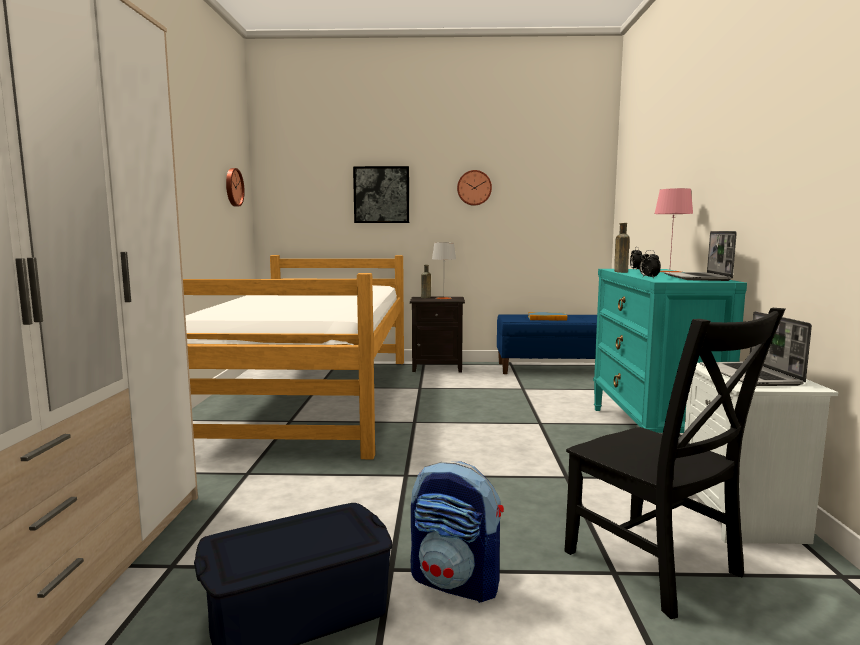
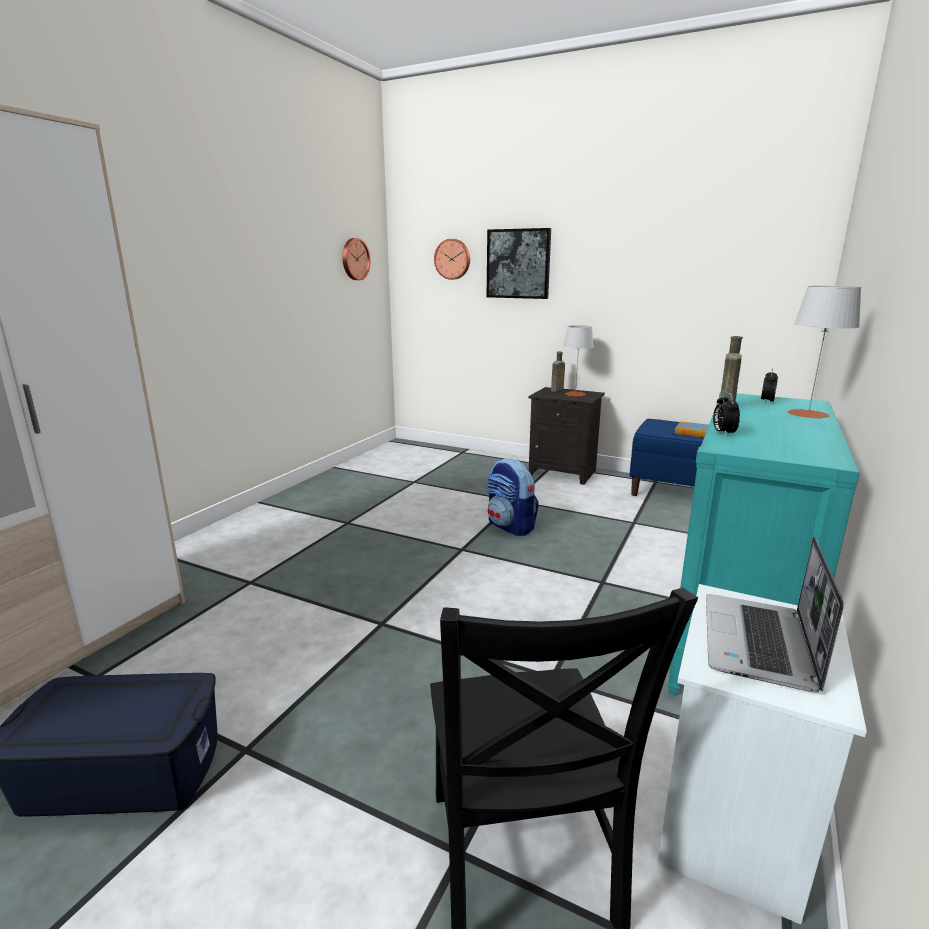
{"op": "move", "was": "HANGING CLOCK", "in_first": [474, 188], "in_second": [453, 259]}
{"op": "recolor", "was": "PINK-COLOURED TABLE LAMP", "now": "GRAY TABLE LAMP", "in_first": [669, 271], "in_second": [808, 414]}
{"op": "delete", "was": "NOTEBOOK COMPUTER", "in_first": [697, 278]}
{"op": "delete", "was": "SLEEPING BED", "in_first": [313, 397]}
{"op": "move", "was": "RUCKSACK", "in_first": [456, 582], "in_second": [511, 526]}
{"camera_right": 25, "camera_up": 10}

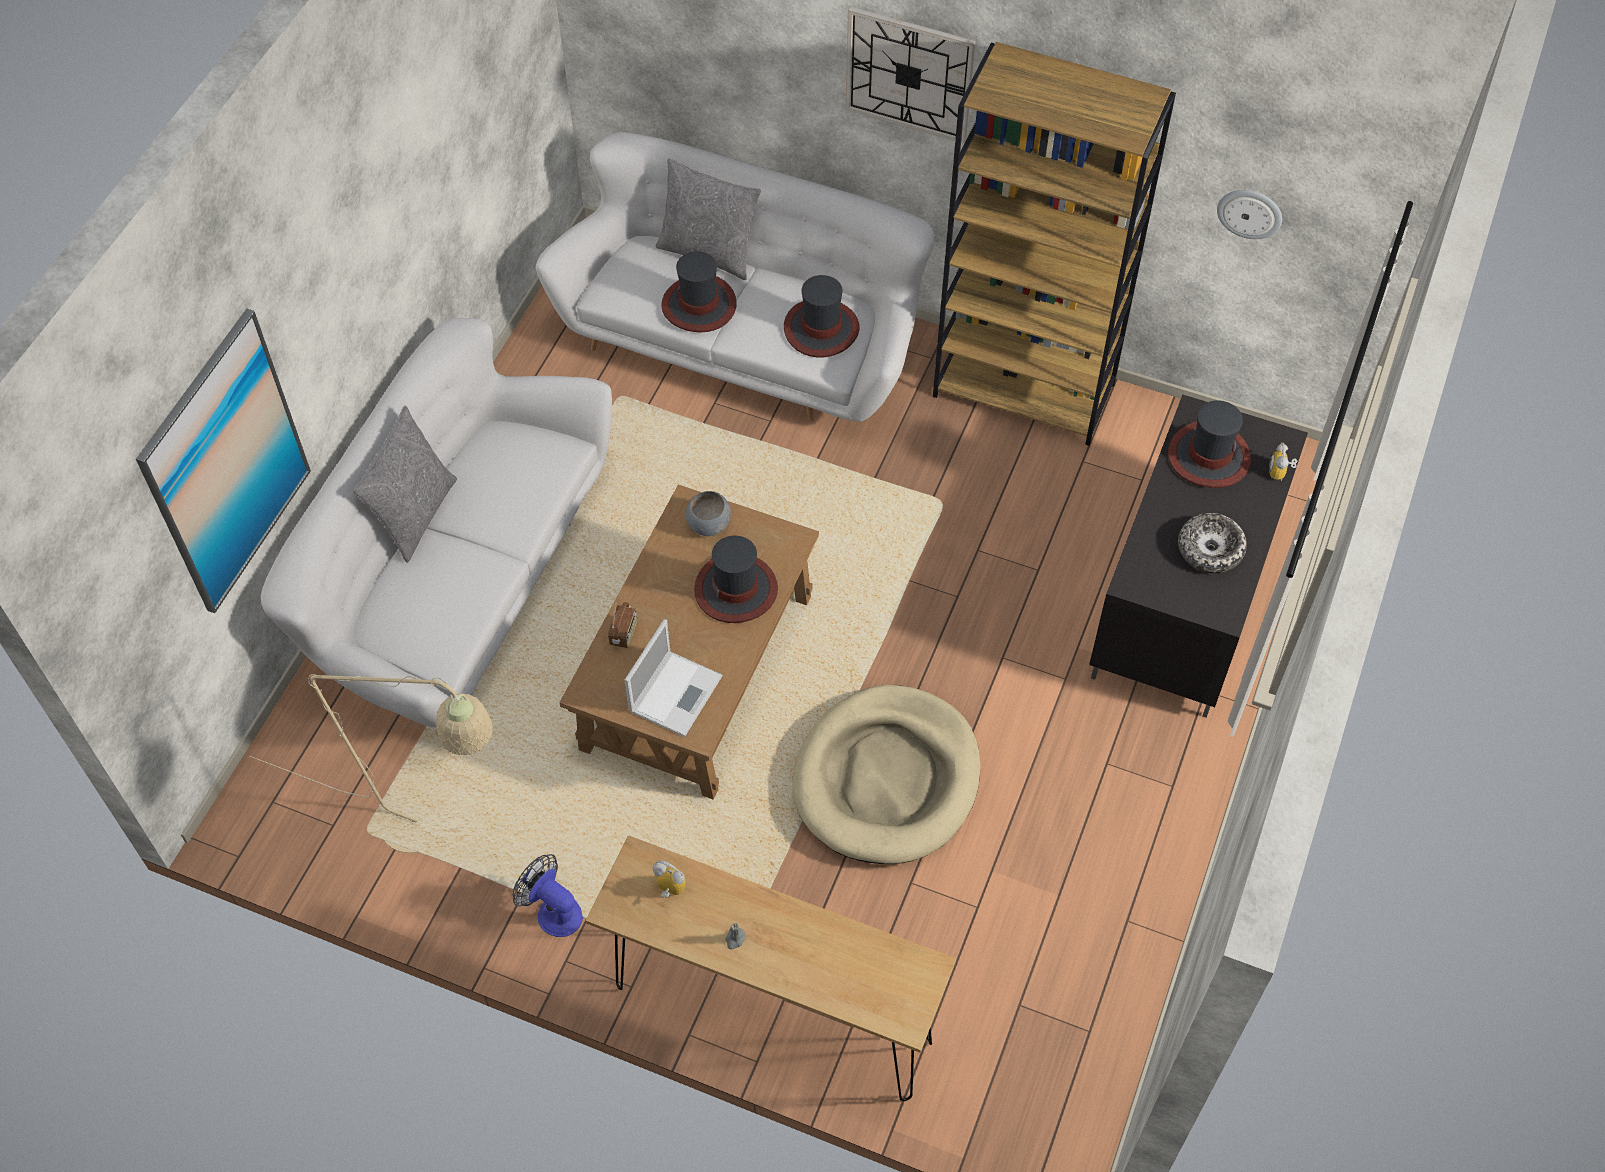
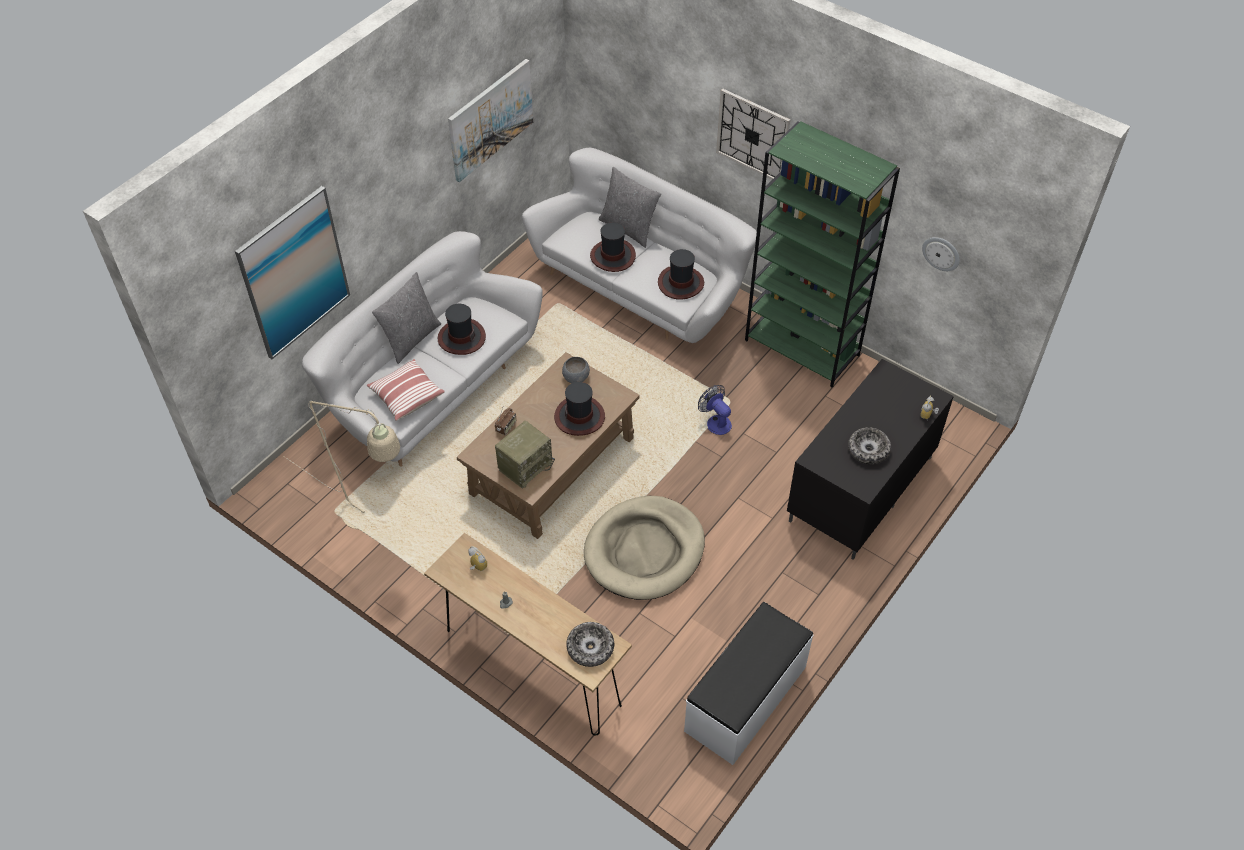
{"op": "recolor", "was": "BROWN-COLOURED SHELVING UNIT", "now": "GREEN SHELVING UNIT", "in_first": [1025, 390], "in_second": [803, 348]}
{"op": "move", "was": "HAT", "in_first": [1208, 456], "in_second": [461, 337]}
{"op": "replace", "was": "NOTEBOOK COMPUTER", "now": "RADIO SET", "in_first": [676, 692], "in_second": [525, 466]}
{"op": "move", "was": "FAN", "in_first": [553, 911], "in_second": [715, 421]}
{"op": "insert", "now": "WALL PICTURE", "in_second": [490, 119]}
{"op": "insert", "now": "THROW PILLOW", "in_second": [406, 396]}
{"op": "insert", "now": "WHITISH LONG SEAT", "in_second": [746, 699]}
{"op": "insert", "now": "DEEP DISH", "in_second": [590, 648]}
{"camera_right": 15, "camera_up": -5}

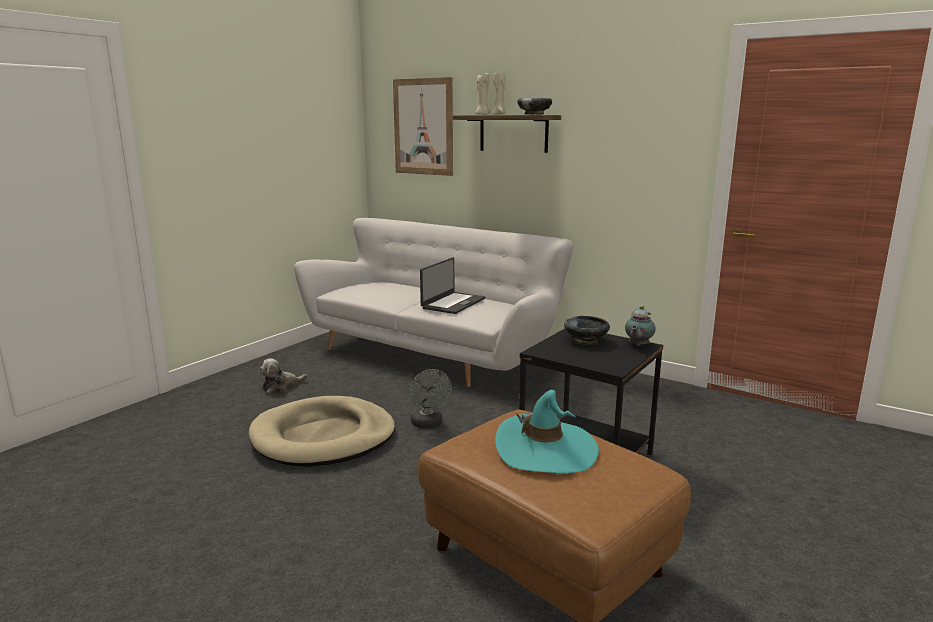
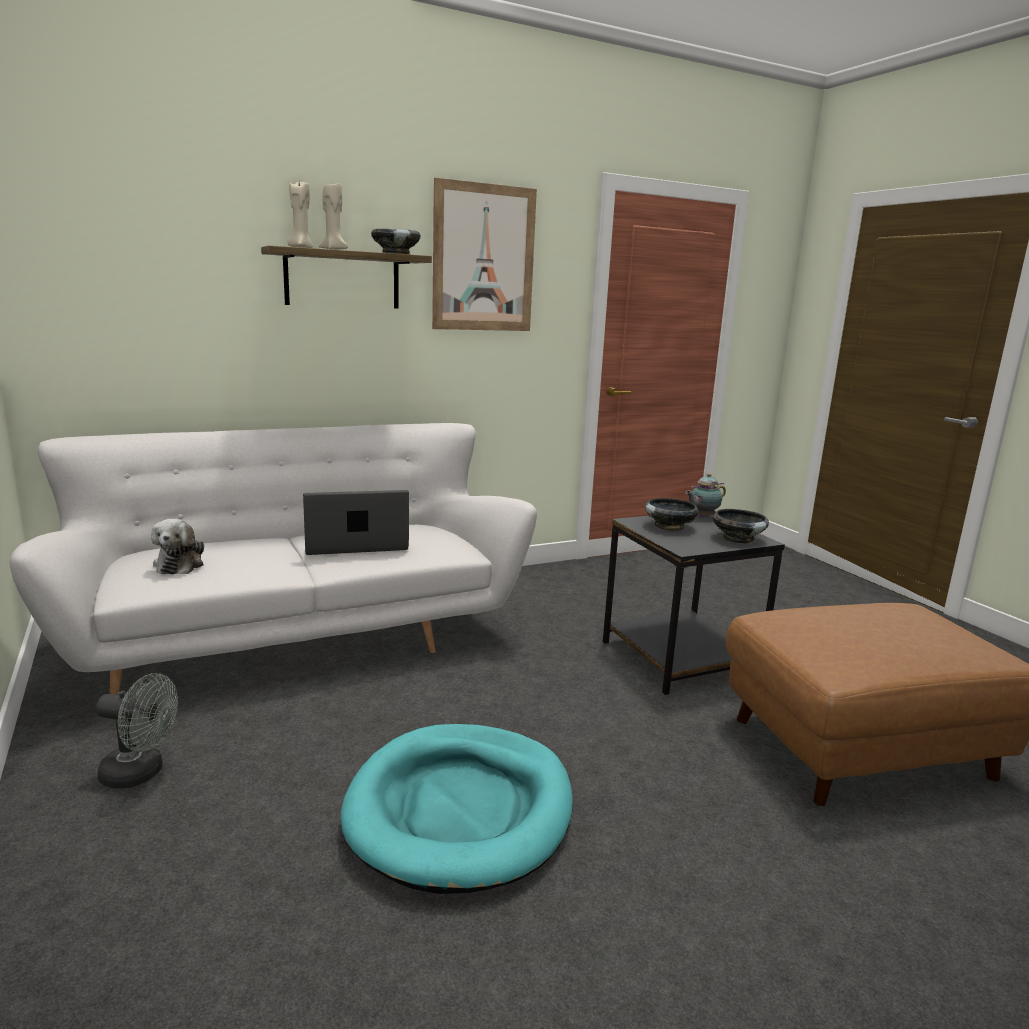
{"op": "move", "was": "WALL PICTURE", "in_first": [423, 127], "in_second": [483, 258]}
{"op": "rotate", "was": "NOTEBOOK COMPUTER", "in_first": [453, 303], "in_second": [356, 544], "clockwise": -75}
{"op": "rotate", "was": "POT FOR TEA", "in_first": [637, 345], "in_second": [702, 516], "clockwise": 90}
{"op": "move", "was": "SOFT TOY", "in_first": [281, 386], "in_second": [180, 564]}
{"op": "move", "was": "GRAY FAN", "in_first": [428, 424], "in_second": [141, 773]}
{"op": "delete", "was": "TURQUOISE-COLOURED HAT", "in_first": [546, 449]}
{"op": "recolor", "was": "BEIGE DOG BED", "now": "TURQUOISE-COLOURED DOG BED", "in_first": [323, 437], "in_second": [461, 810]}
{"op": "insert", "now": "BLACK-COLOURED DEEP DISH", "in_second": [738, 538]}
{"camera_right": -60, "camera_up": 0}

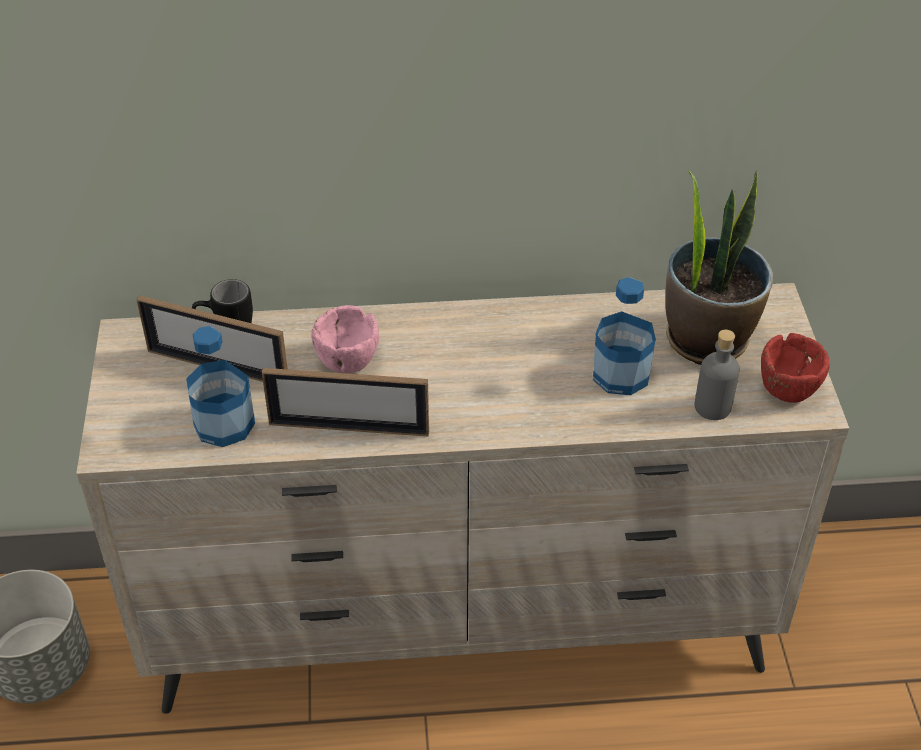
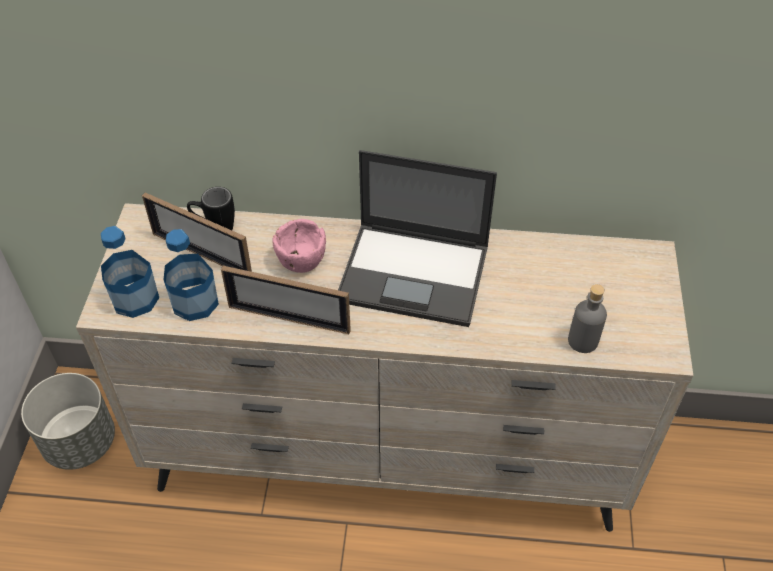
{"op": "delete", "was": "HOUSEPLANT", "in_first": [707, 338]}
{"op": "move", "was": "DRINK BOTTLE", "in_first": [620, 374], "in_second": [135, 299]}
{"op": "delete", "was": "REDDISH DEEP DISH", "in_first": [788, 388]}
{"op": "insert", "now": "NOTEBOOK COMPUTER", "in_second": [415, 274]}
{"camera_right": 10, "camera_up": 5}

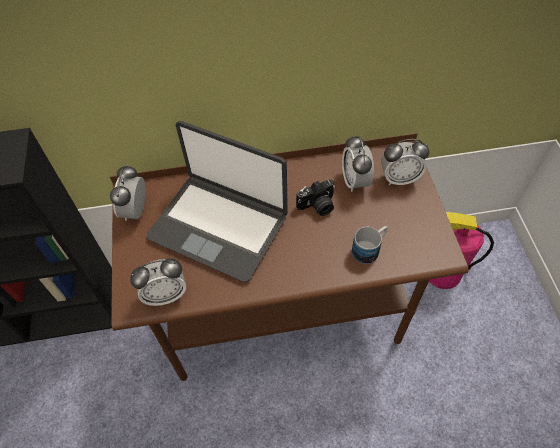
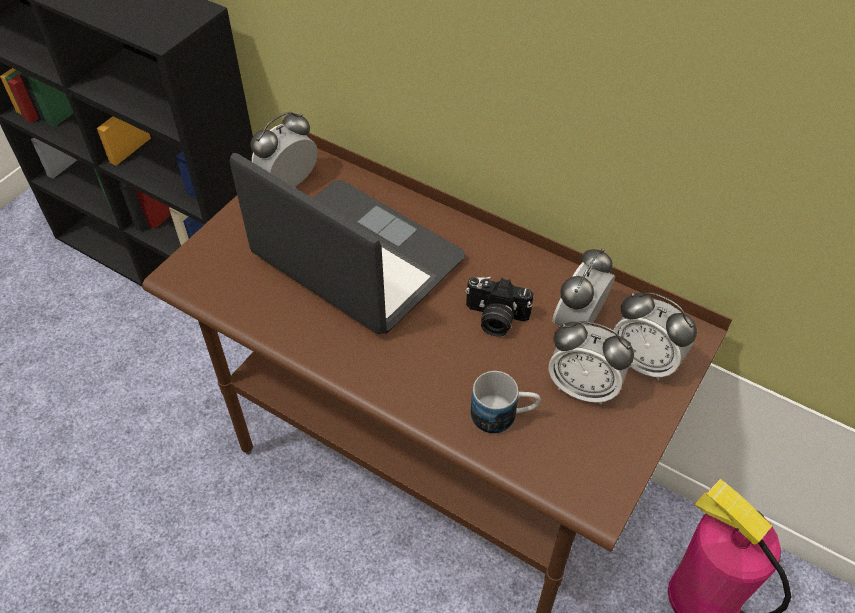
{"op": "rotate", "was": "NOTEBOOK COMPUTER", "in_first": [219, 226], "in_second": [356, 259], "clockwise": 150}
{"op": "move", "was": "ALARM CLOCK", "in_first": [165, 294], "in_second": [583, 387]}
{"camera_right": 40, "camera_up": -5}

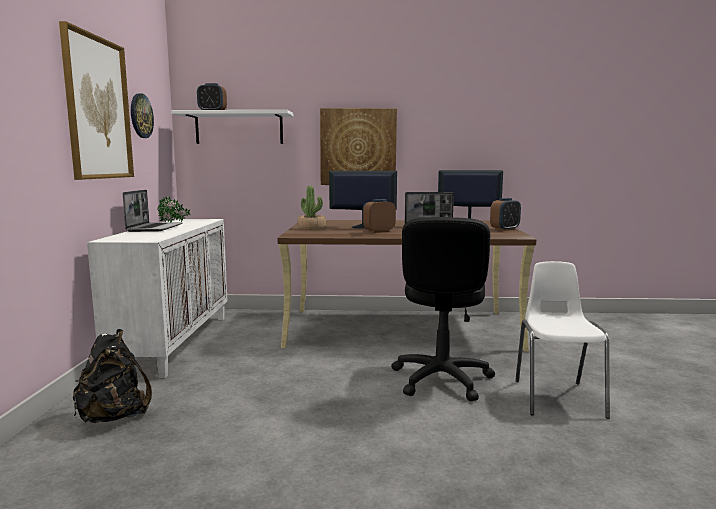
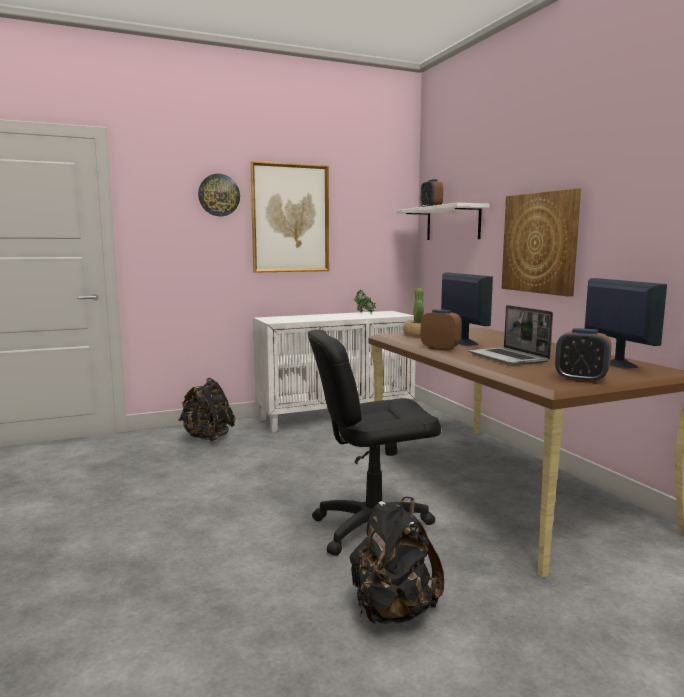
{"op": "move", "was": "HANGING CLOCK", "in_first": [141, 116], "in_second": [219, 195]}
{"op": "delete", "was": "NOTEBOOK COMPUTER", "in_first": [154, 228]}
{"op": "replace", "was": "WHITISH UPRIGHT CHAIR", "now": "BLACK-COLOURED RUCKSACK", "in_first": [557, 397], "in_second": [392, 611]}
{"camera_right": 65, "camera_up": 0}

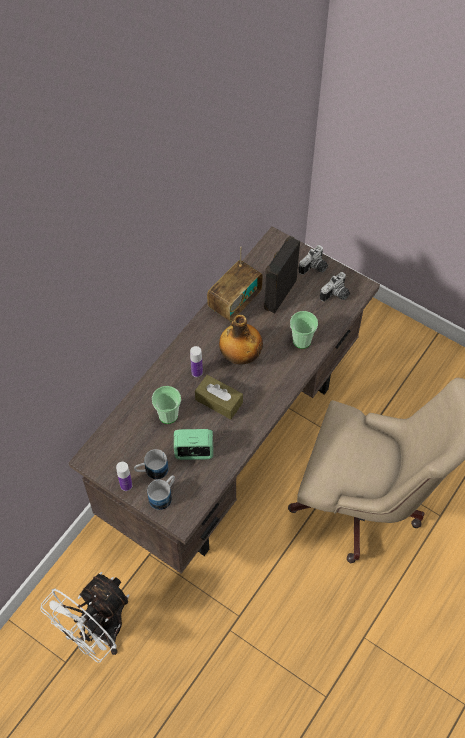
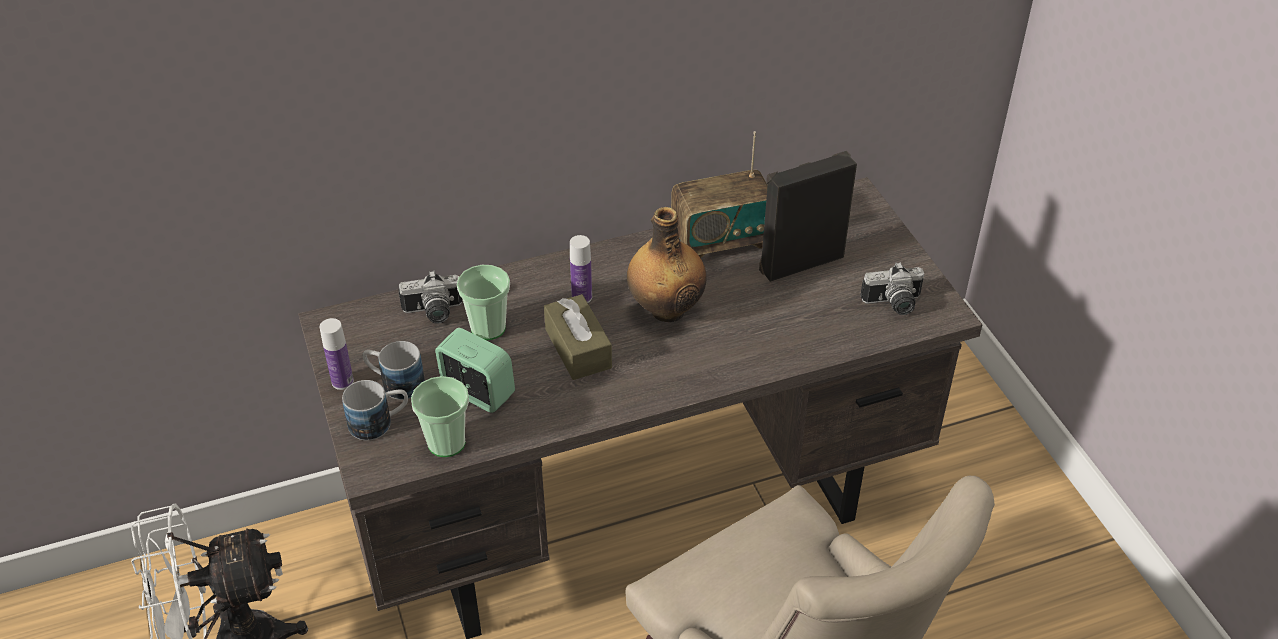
{"op": "move", "was": "STILL CAMERA", "in_first": [315, 268], "in_second": [433, 313]}
{"op": "move", "was": "DRINKING CUP", "in_first": [302, 340], "in_second": [446, 443]}
{"camera_right": 35, "camera_up": -15}

